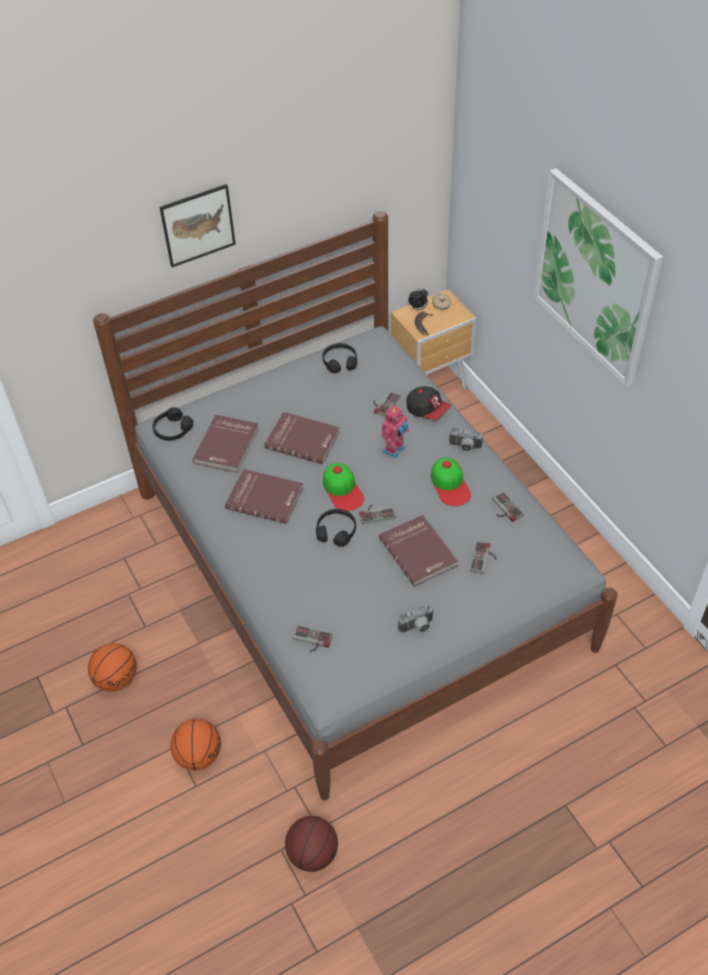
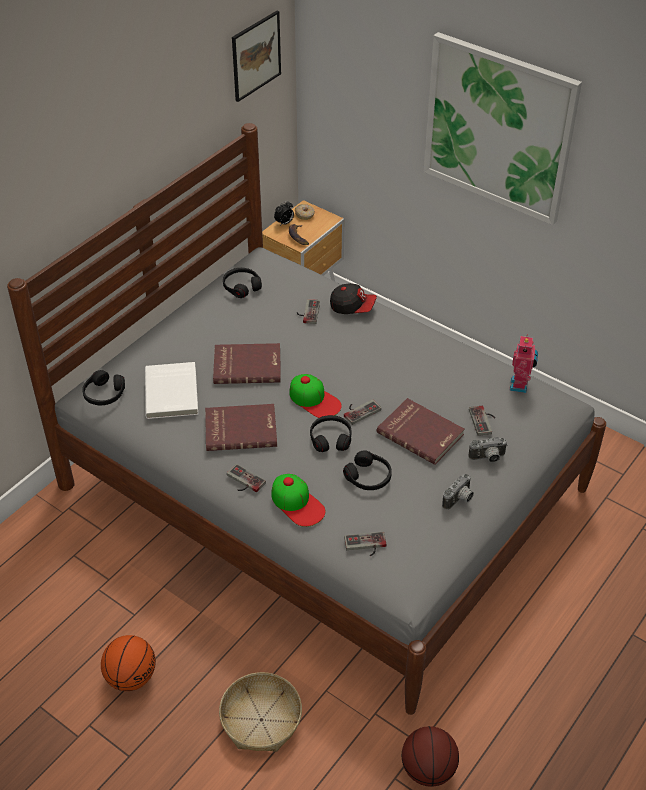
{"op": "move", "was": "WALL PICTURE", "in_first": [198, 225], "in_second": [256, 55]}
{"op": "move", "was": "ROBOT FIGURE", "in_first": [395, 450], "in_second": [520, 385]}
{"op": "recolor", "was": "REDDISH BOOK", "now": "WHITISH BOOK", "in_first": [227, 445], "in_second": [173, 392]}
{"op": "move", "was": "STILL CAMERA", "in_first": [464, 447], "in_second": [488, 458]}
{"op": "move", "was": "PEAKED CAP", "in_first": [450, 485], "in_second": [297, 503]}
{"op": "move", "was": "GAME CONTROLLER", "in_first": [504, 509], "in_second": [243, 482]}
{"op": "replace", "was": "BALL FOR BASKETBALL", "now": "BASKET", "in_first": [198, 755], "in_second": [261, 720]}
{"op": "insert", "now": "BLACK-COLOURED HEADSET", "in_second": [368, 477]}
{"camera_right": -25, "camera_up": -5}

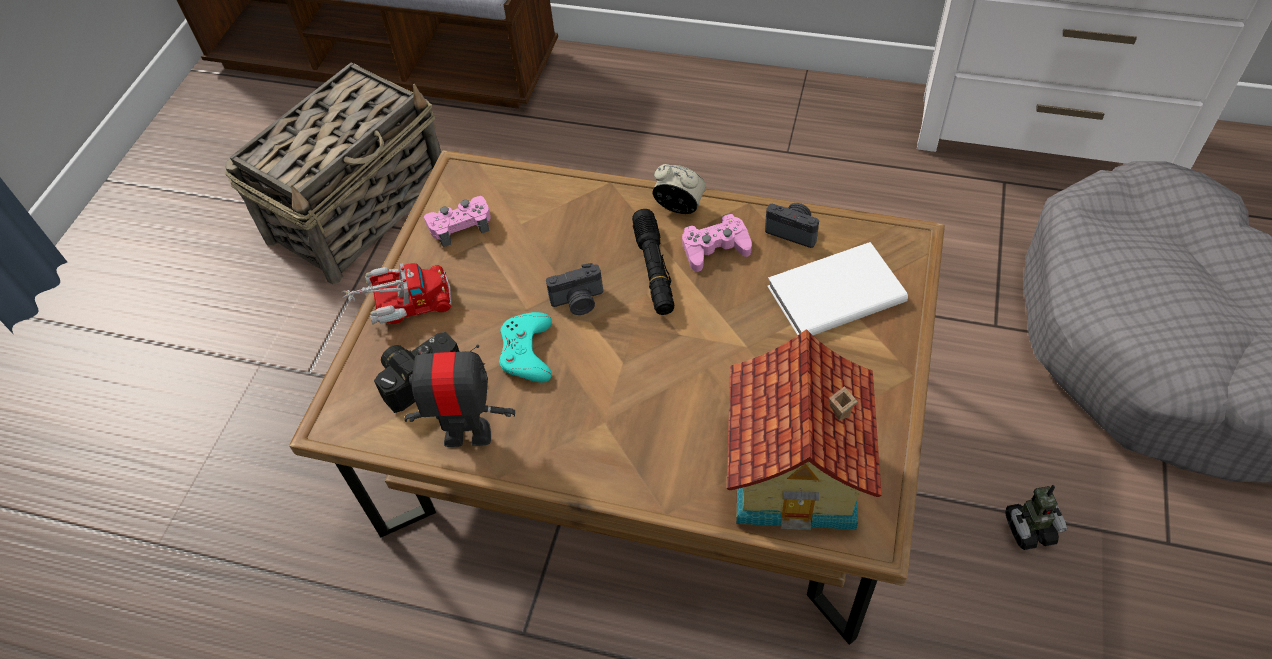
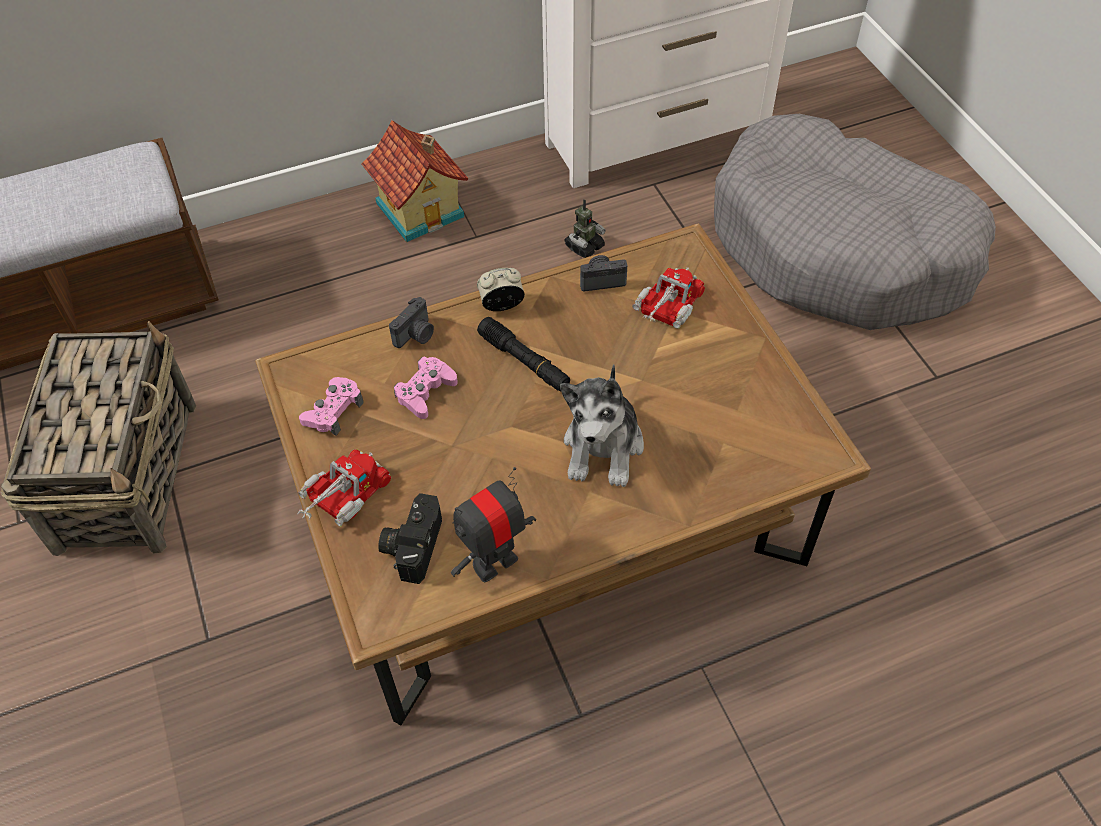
{"op": "move", "was": "PINK-COLOURED GAME CONTROLLER", "in_first": [715, 248], "in_second": [425, 392]}
{"op": "replace", "was": "WHITISH BOOK", "now": "TOY TRUCK", "in_first": [833, 292], "in_second": [666, 310]}
{"op": "move", "was": "STILL CAMERA", "in_first": [578, 302], "in_second": [416, 335]}
{"op": "delete", "was": "TURQUOISE-COLOURED GAME CONTROLLER", "in_first": [527, 352]}
{"op": "move", "was": "MINIATURE HOUSE", "in_first": [799, 473], "in_second": [422, 209]}
{"op": "move", "was": "ROBOT FIGURE", "in_first": [1029, 529], "in_second": [584, 247]}
{"op": "insert", "now": "SOFT TOY", "in_second": [603, 447]}
{"camera_right": -40, "camera_up": 0}

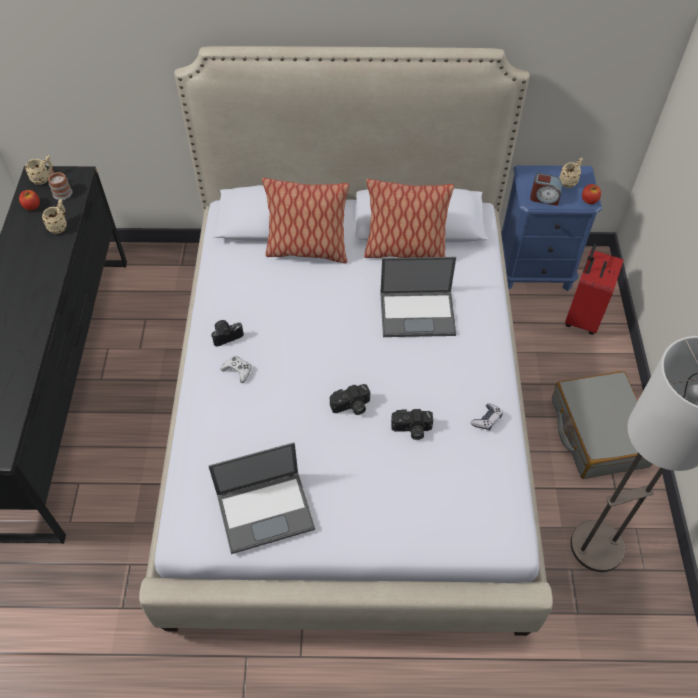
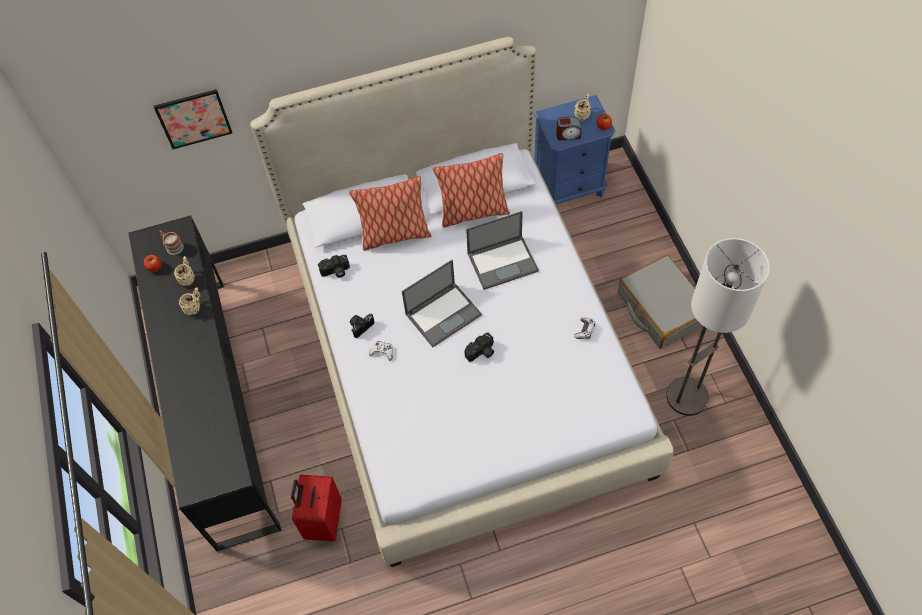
{"op": "move", "was": "BEIGE TEA MUG", "in_first": [44, 178], "in_second": [194, 307]}
{"op": "move", "was": "REDDISH PIECE OF LUGGAGE", "in_first": [582, 317], "in_second": [323, 521]}
{"op": "move", "was": "STILL CAMERA", "in_first": [411, 430], "in_second": [335, 272]}
{"op": "move", "was": "NOTEBOOK COMPUTER", "in_first": [266, 510], "in_second": [444, 314]}
{"op": "insert", "now": "WALL PICTURE", "in_second": [193, 118]}
{"camera_right": -15, "camera_up": 5}

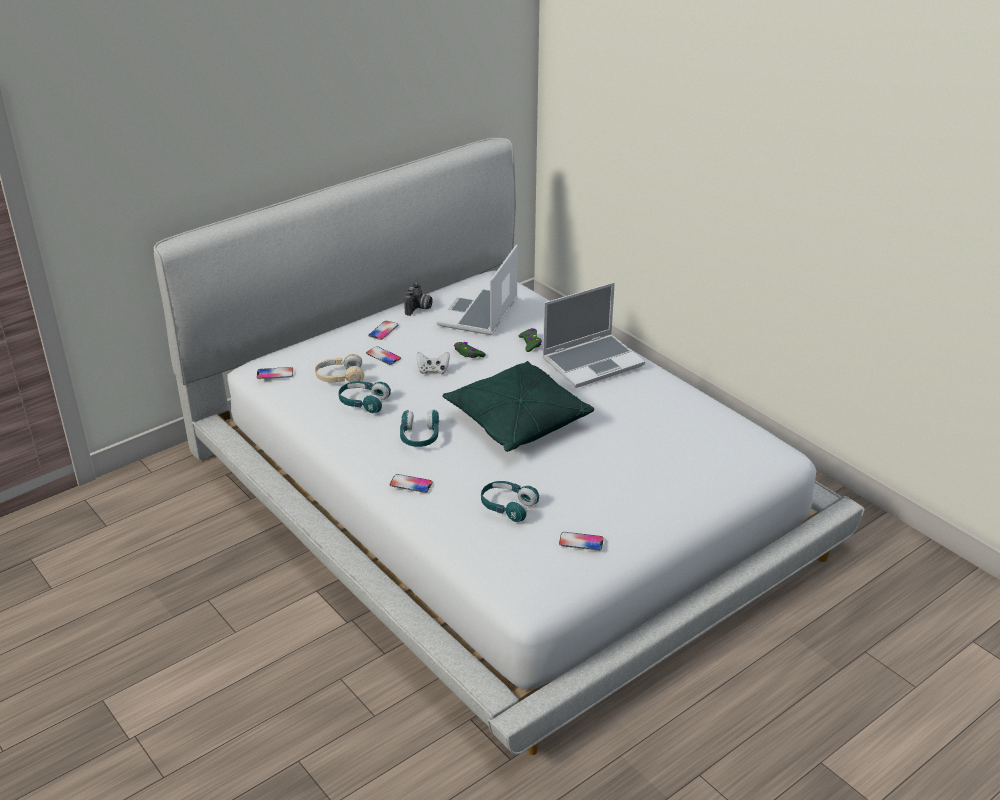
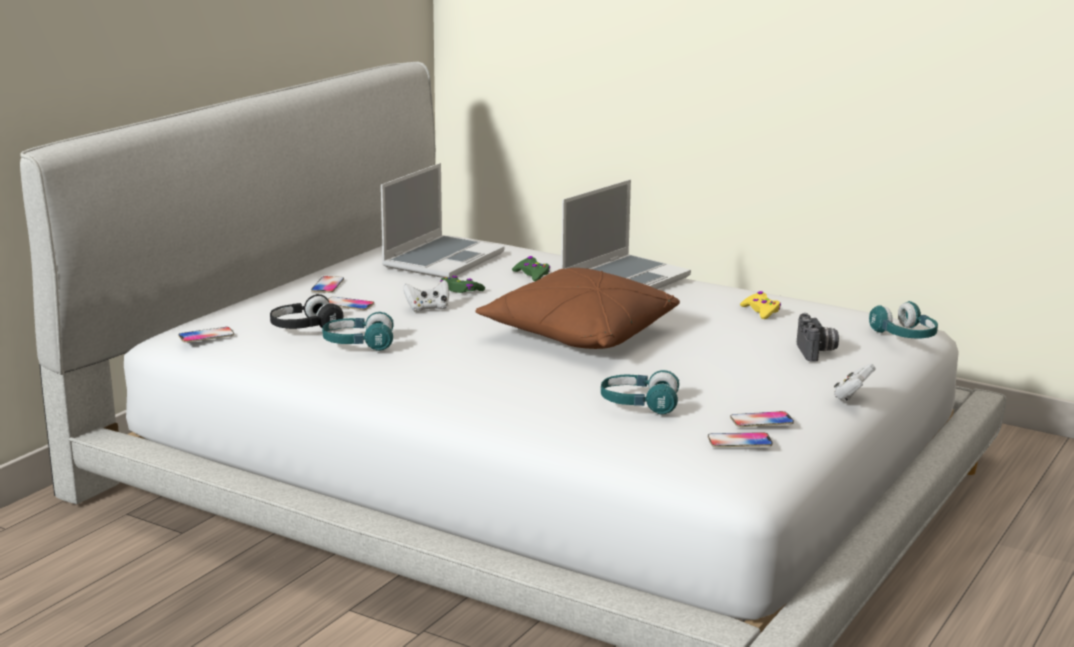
{"op": "rotate", "was": "NOTEBOOK COMPUTER", "in_first": [479, 314], "in_second": [443, 259], "clockwise": -150}
{"op": "move", "was": "STILL CAMERA", "in_first": [419, 308], "in_second": [817, 352]}
{"op": "recolor", "was": "BEIGE HEADSET", "now": "BLACK-COLOURED HEADSET", "in_first": [340, 378], "in_second": [305, 328]}
{"op": "recolor", "was": "GREEN THROW PILLOW", "now": "BROWN-COLOURED THROW PILLOW", "in_first": [517, 421], "in_second": [578, 335]}
{"op": "move", "was": "TURQUOISE-COLOURED HEADSET", "in_first": [419, 437], "in_second": [904, 336]}
{"op": "move", "was": "TELEPHONE", "in_first": [411, 484], "in_second": [739, 441]}
{"op": "insert", "now": "YELLOW-COLOURED GAME CONTROLLER", "in_second": [761, 311]}
{"op": "insert", "now": "WHITISH GAME CONTROLLER", "in_second": [852, 396]}
{"camera_right": -20, "camera_up": -15}

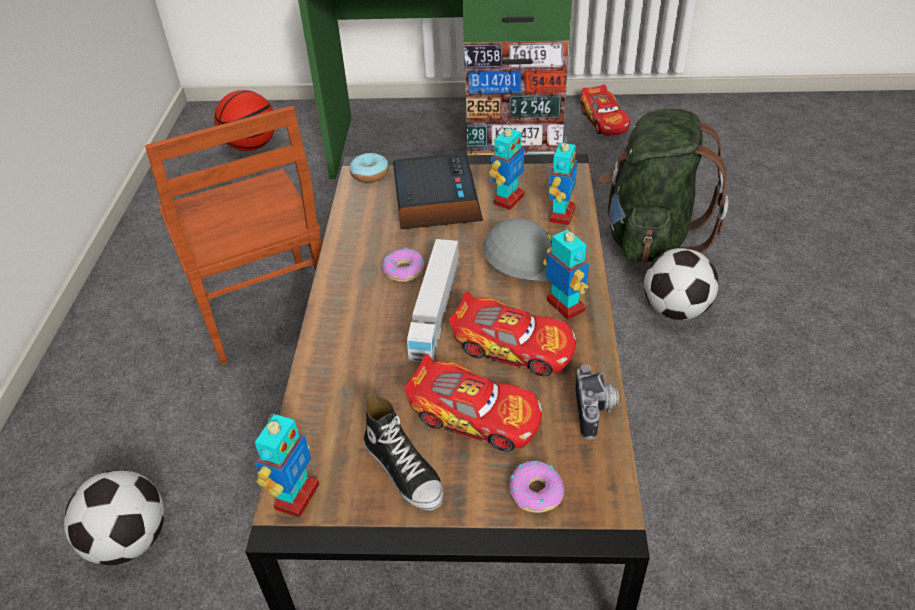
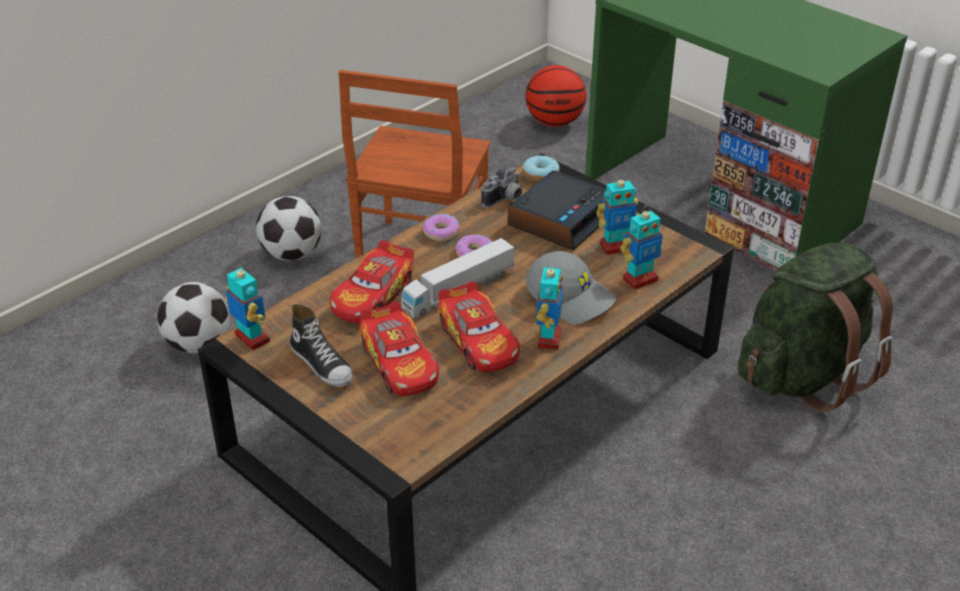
{"op": "move", "was": "MINIATURE CAR", "in_first": [604, 120], "in_second": [373, 296]}
{"op": "move", "was": "FOOTBALL", "in_first": [674, 310], "in_second": [292, 254]}
{"op": "move", "was": "STILL CAMERA", "in_first": [596, 411], "in_second": [505, 199]}
{"op": "rotate", "was": "ITEM OF FOOTWEAR", "in_first": [404, 469], "in_second": [322, 364], "clockwise": -45}
{"op": "rotate", "was": "ROBOT FIGURE", "in_first": [296, 496], "in_second": [251, 339], "clockwise": -105}
{"op": "move", "was": "DONUT", "in_first": [536, 491], "in_second": [441, 232]}
{"camera_right": 40, "camera_up": -5}

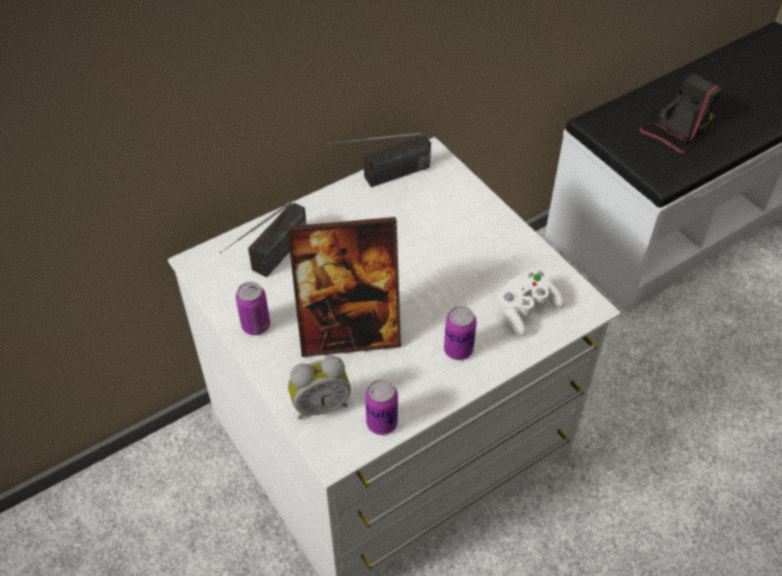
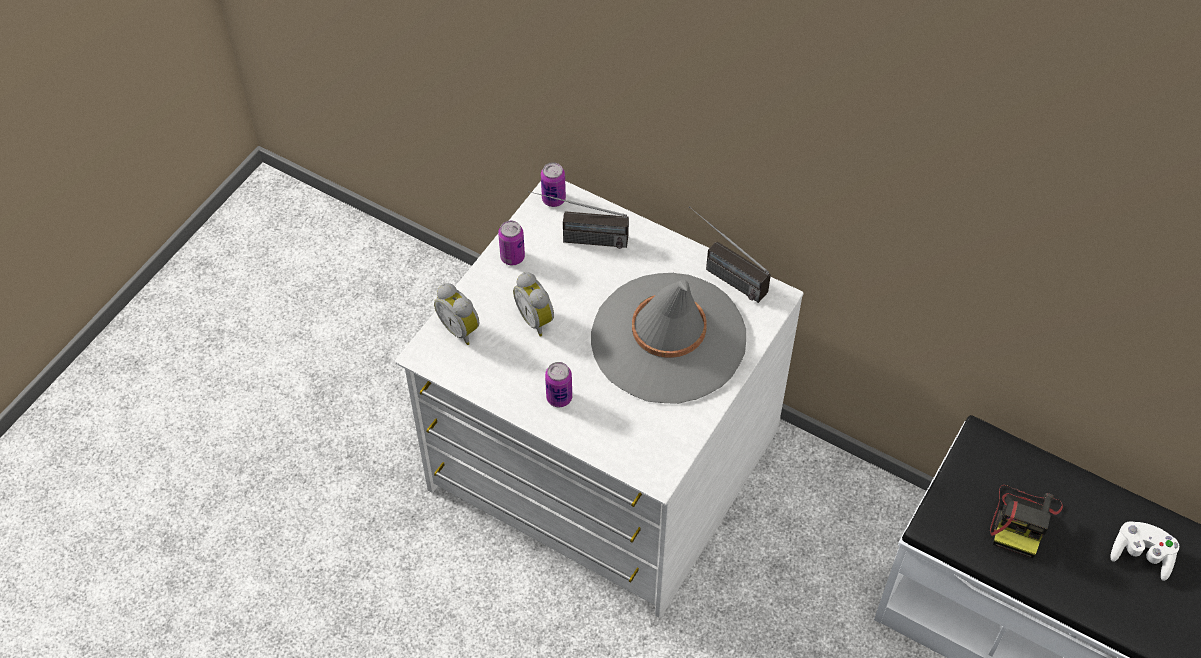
{"op": "rotate", "was": "STILL CAMERA", "in_first": [677, 130], "in_second": [1022, 520], "clockwise": 90}
{"op": "replace", "was": "STANDING FRAME", "now": "ALARM CLOCK", "in_first": [349, 333], "in_second": [537, 319]}
{"op": "move", "was": "WHITISH GAME CONTROLLER", "in_first": [526, 310], "in_second": [1141, 555]}
{"op": "move", "was": "CAN", "in_first": [382, 423], "in_second": [553, 199]}
{"op": "insert", "now": "GRAY HAT", "in_second": [668, 339]}
{"camera_right": 65, "camera_up": 5}

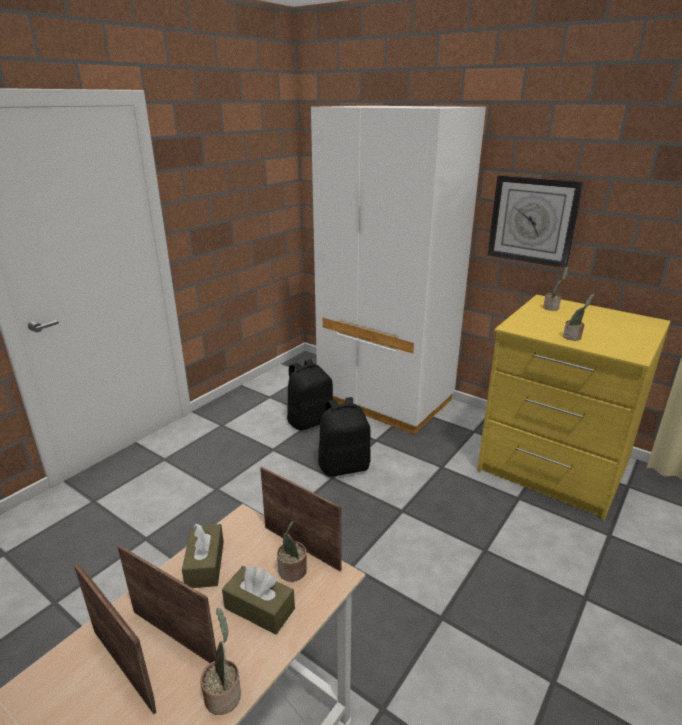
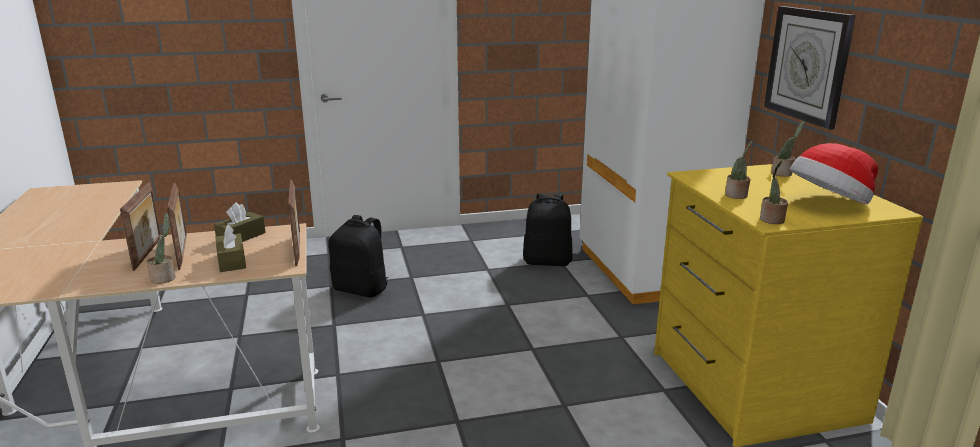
{"op": "move", "was": "BLACK-COLOURED RUCKSACK", "in_first": [344, 466], "in_second": [361, 289]}
{"op": "move", "was": "HOUSEPLANT", "in_first": [292, 572], "in_second": [771, 220]}
{"op": "insert", "now": "HAT", "in_second": [830, 203]}
{"camera_right": 40, "camera_up": -5}

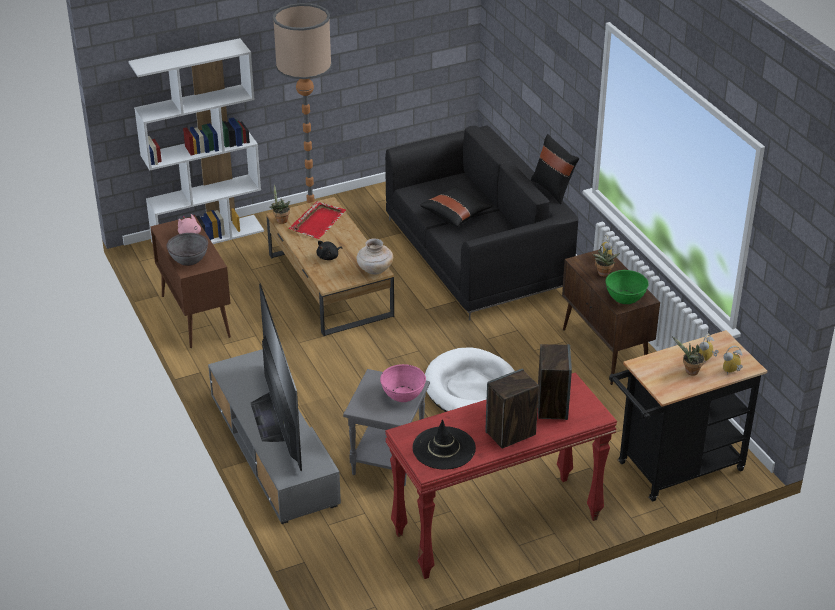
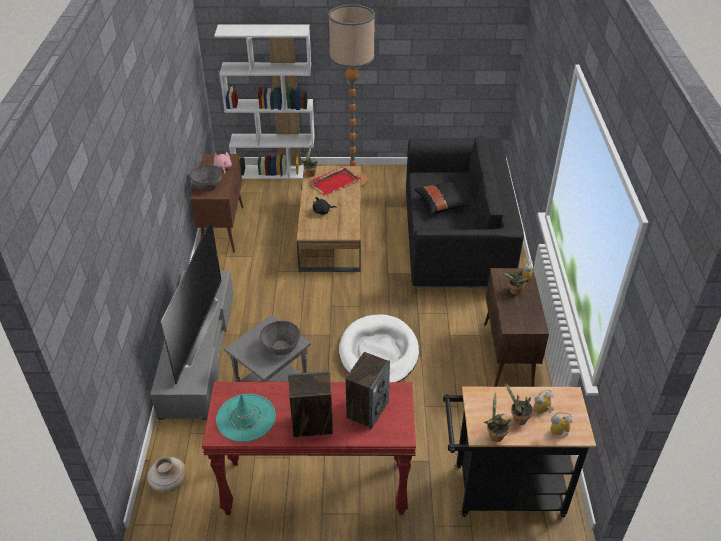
{"op": "delete", "was": "BLACK-COLOURED THROW PILLOW", "in_first": [553, 189]}
{"op": "move", "was": "BEIGE DECORATIVE VASE", "in_first": [374, 270], "in_second": [169, 483]}
{"op": "delete", "was": "GREEN DEEP DISH", "in_first": [625, 297]}
{"op": "recolor", "was": "PINK-COLOURED DEEP DISH", "now": "GRAY DEEP DISH", "in_first": [403, 394], "in_second": [281, 347]}
{"op": "recolor", "was": "BLACK-COLOURED HAT", "now": "TURQUOISE-COLOURED HAT", "in_first": [444, 448], "in_second": [246, 418]}
{"op": "insert", "now": "HOUSEPLANT", "in_second": [494, 435]}
{"camera_right": 25, "camera_up": 5}

